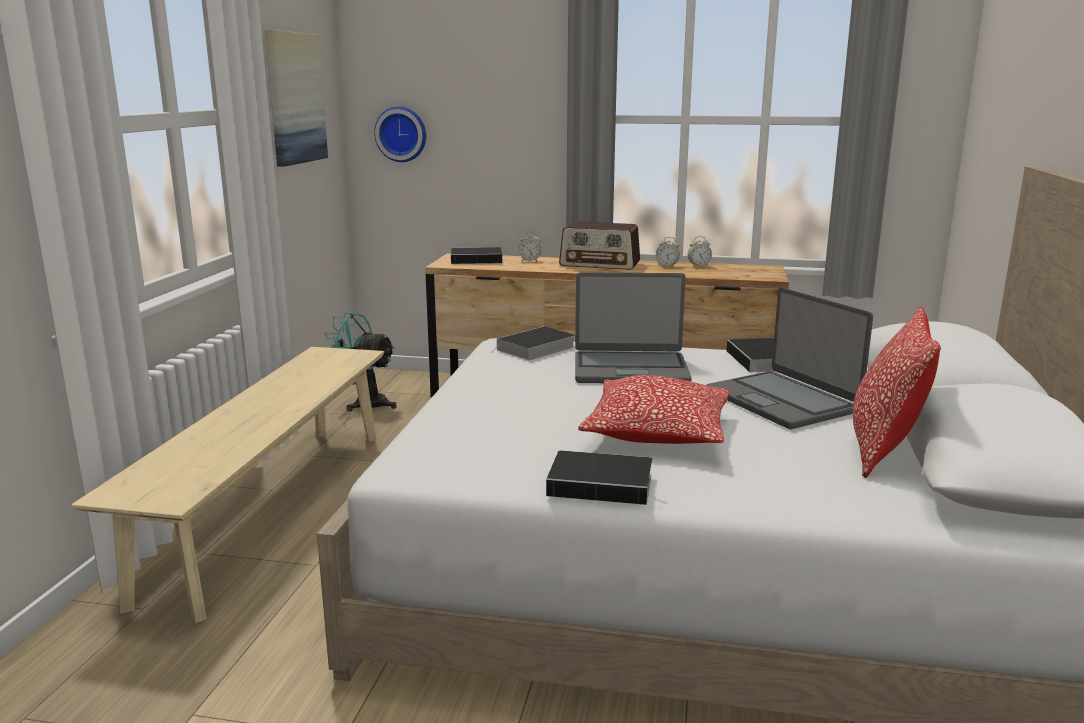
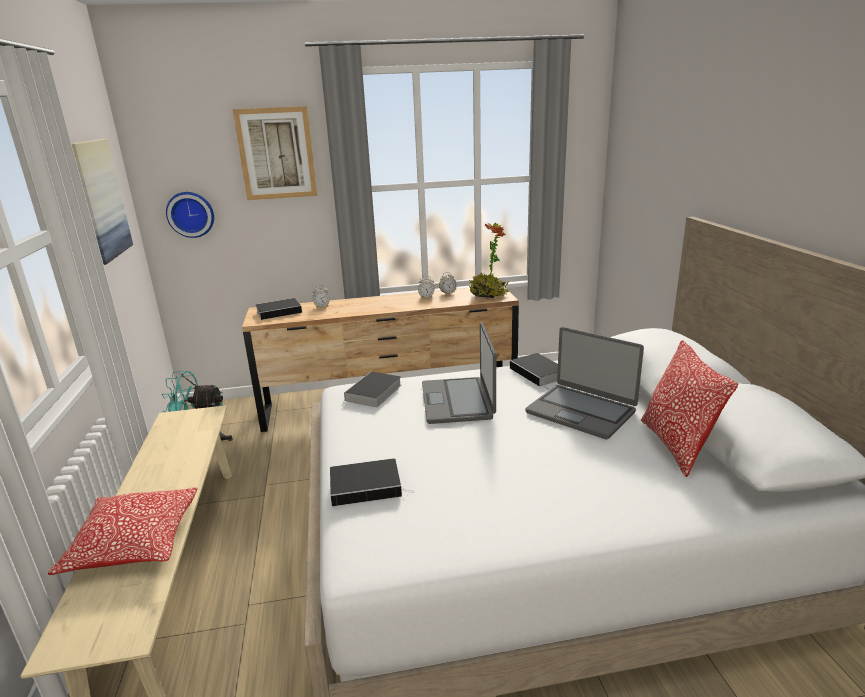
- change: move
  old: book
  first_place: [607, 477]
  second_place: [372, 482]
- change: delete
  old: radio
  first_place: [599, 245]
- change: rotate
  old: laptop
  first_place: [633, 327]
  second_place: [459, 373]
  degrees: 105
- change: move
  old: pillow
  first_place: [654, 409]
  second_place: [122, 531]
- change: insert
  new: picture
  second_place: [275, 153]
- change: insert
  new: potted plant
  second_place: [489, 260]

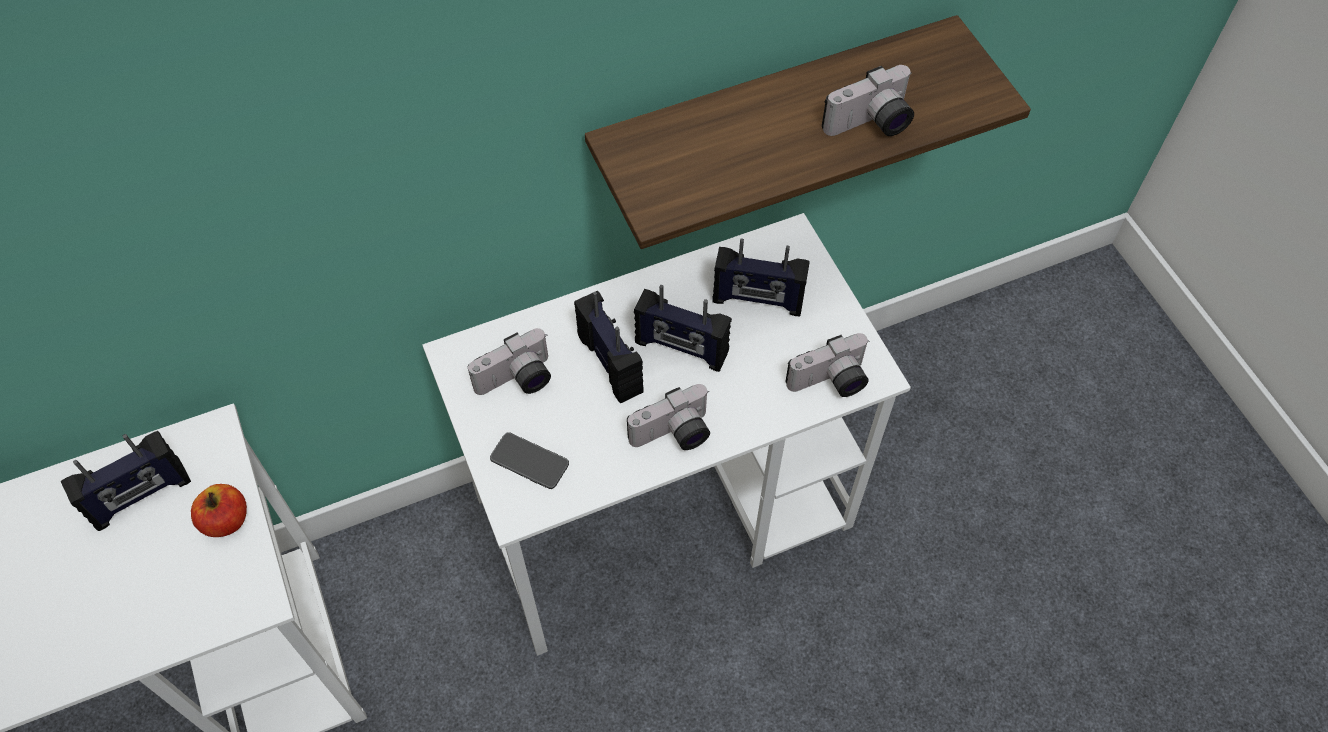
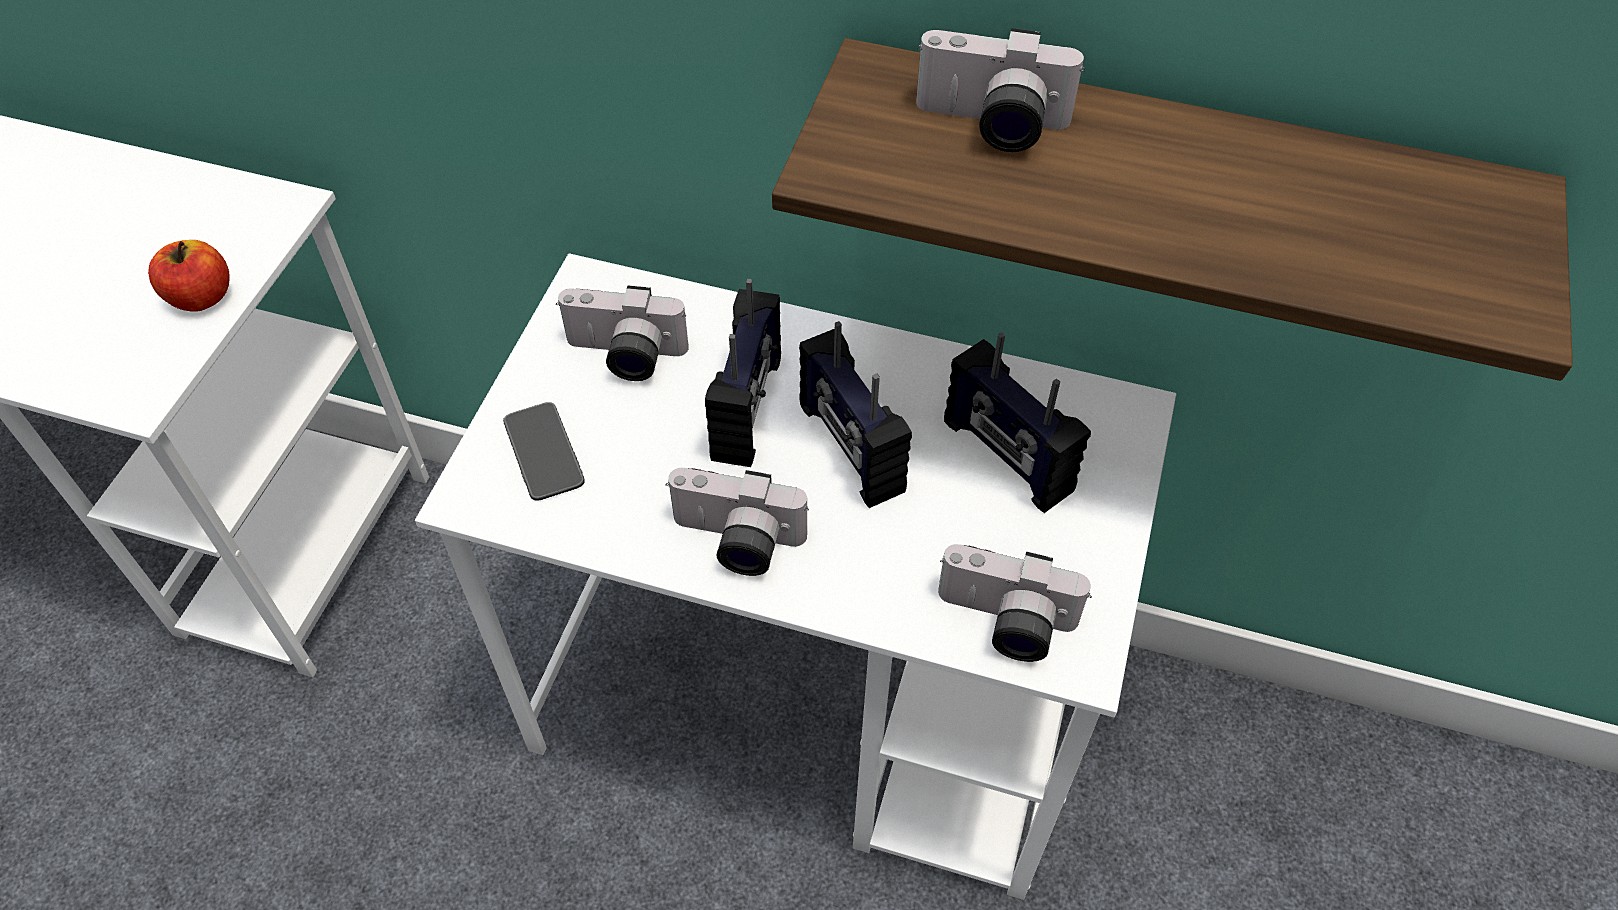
- change: delete
  old: radio
  first_place: [126, 481]
- change: move
  old: photo camera
  first_place: [868, 100]
  second_place: [1000, 90]

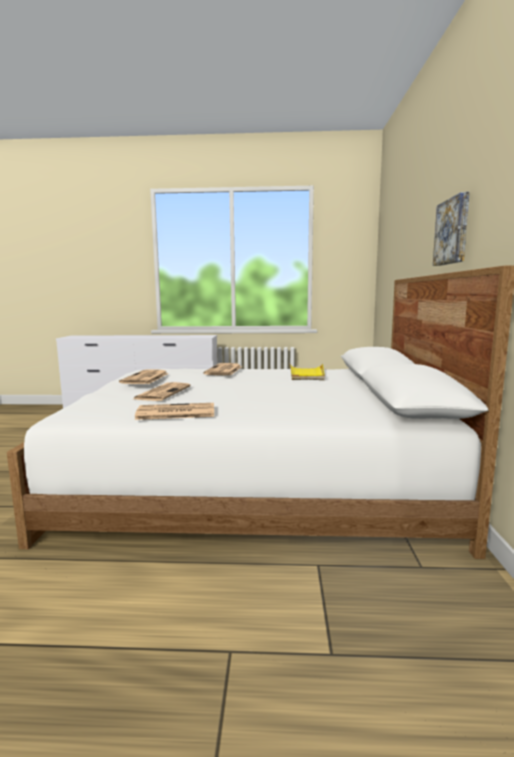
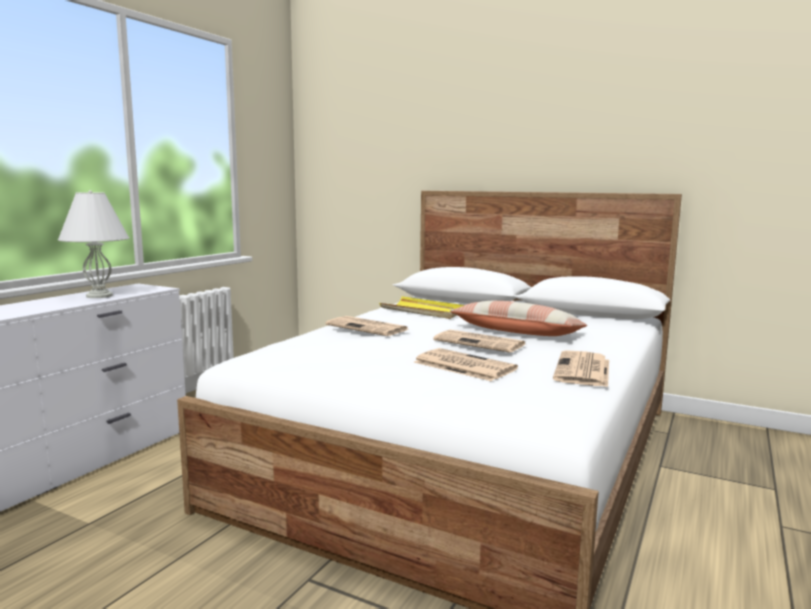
- change: move
  old: newspaper
  first_place: [144, 376]
  second_place: [479, 341]
- change: delete
  old: picture
  first_place: [451, 229]
- change: insert
  new: white table lamp
  second_place: [94, 244]
- change: insert
  new: pillow
  second_place: [518, 318]

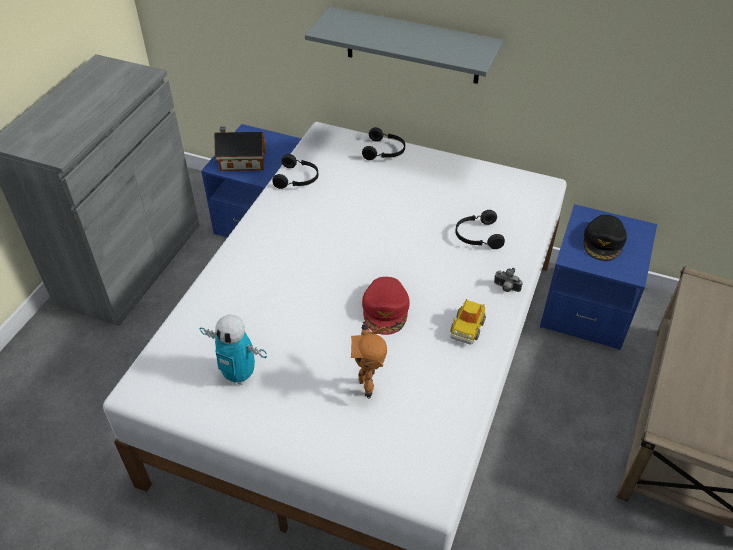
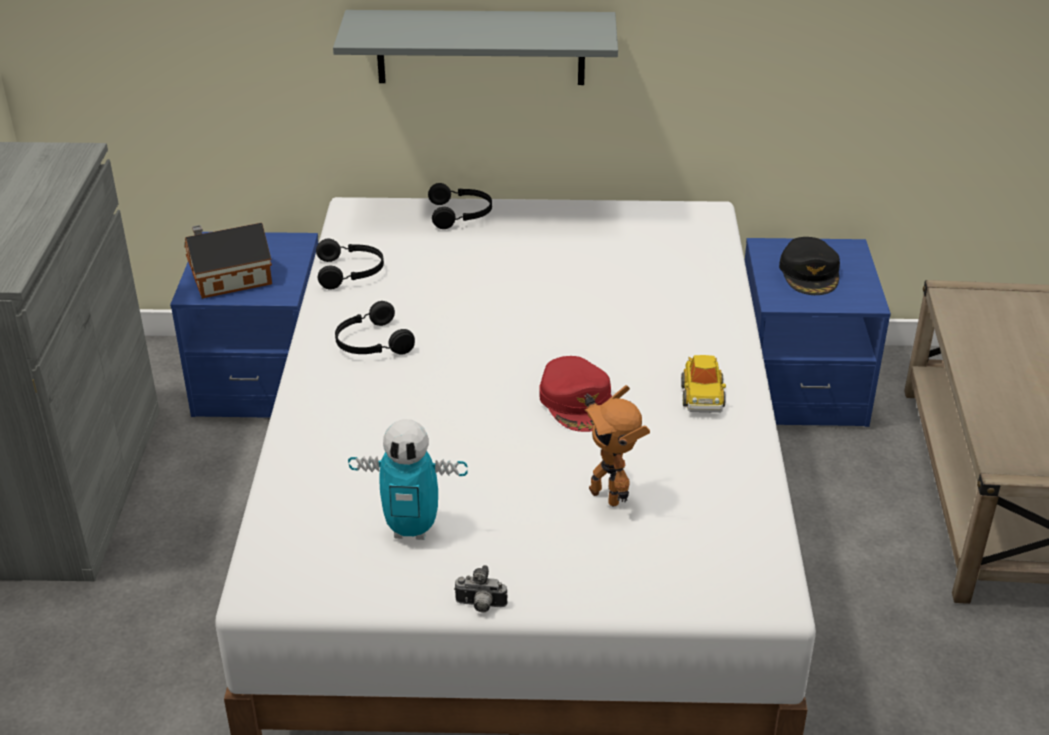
- change: move
  old: black headphones
  first_place: [480, 229]
  second_place: [375, 328]
- change: move
  old: photo camera
  first_place: [508, 280]
  second_place: [480, 589]

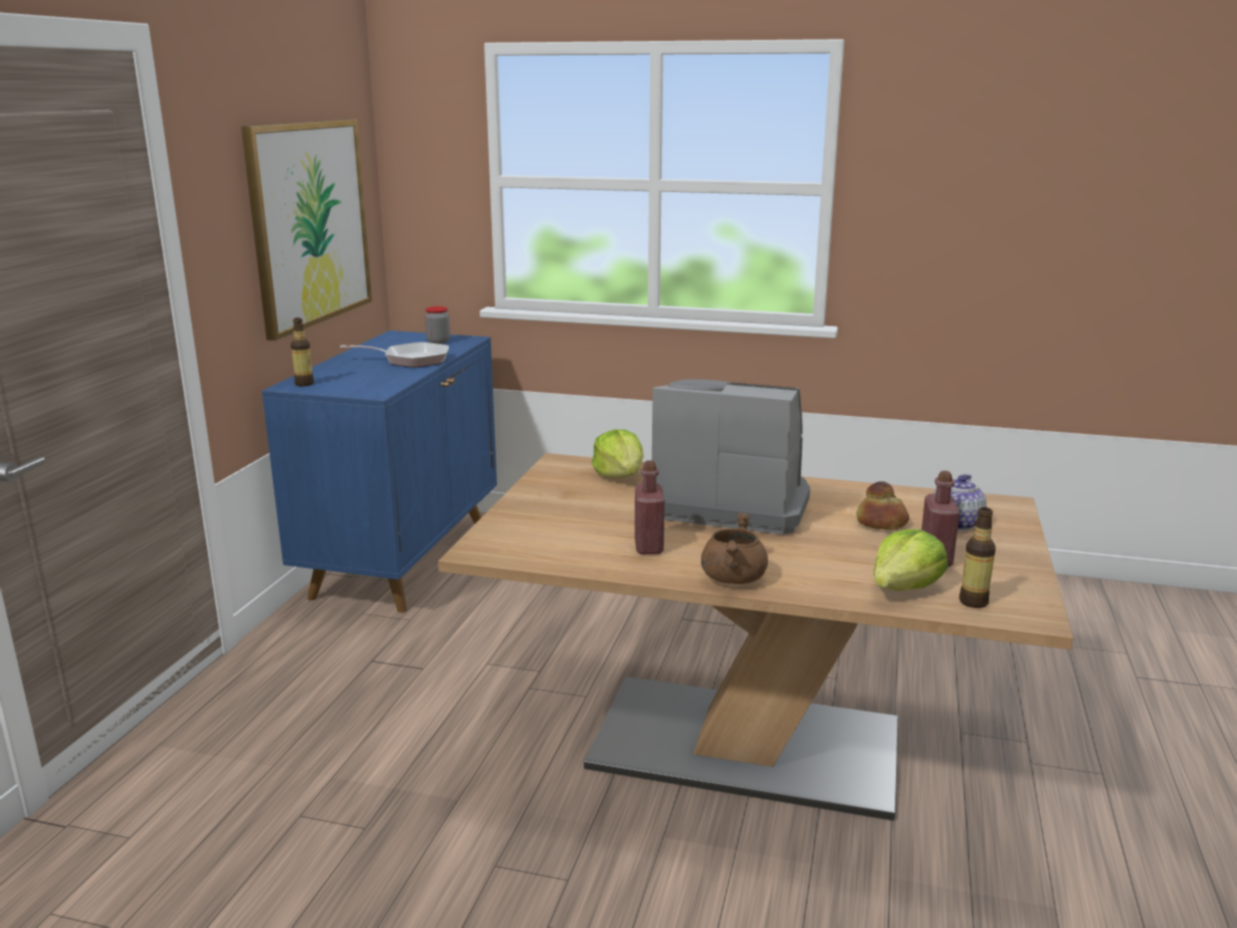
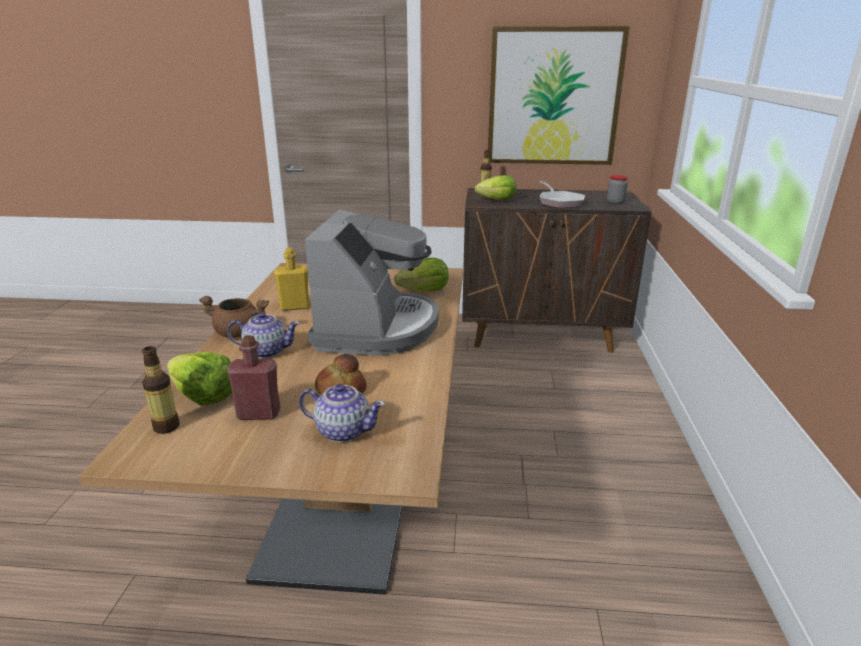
- change: recolor
  old: blue cabinet
  new: brown cabinet
  first_place: [379, 472]
  second_place: [557, 270]
- change: recolor
  old: red bottle
  new: yellow bottle
  first_place: [650, 507]
  second_place: [292, 279]
- change: insert
  new: teapot
  second_place: [263, 335]
- change: insert
  new: lettuce
  second_place: [495, 187]

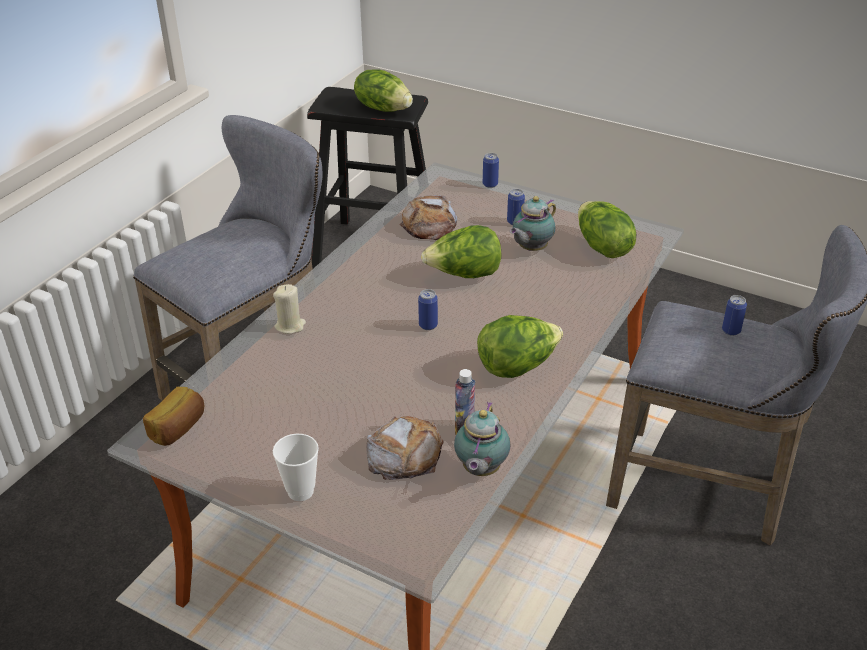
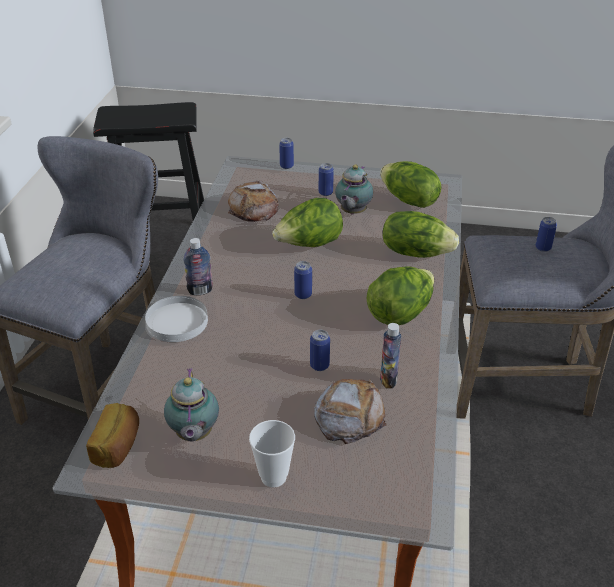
- change: replace
  old: beige candle
  new: white plate
  first_place: [289, 309]
  second_place: [176, 319]
- change: move
  old: lettuce
  first_place: [383, 91]
  second_place: [420, 234]
- change: move
  old: teapot
  first_place: [482, 439]
  second_place: [191, 405]
- change: insert
  new: bottle
  second_place: [198, 266]
- change: insert
  new: can
  second_place: [320, 350]

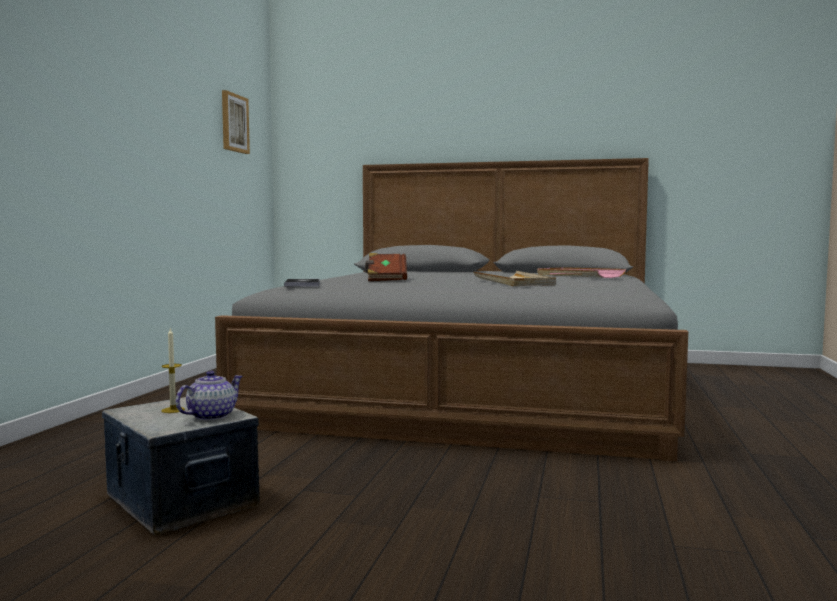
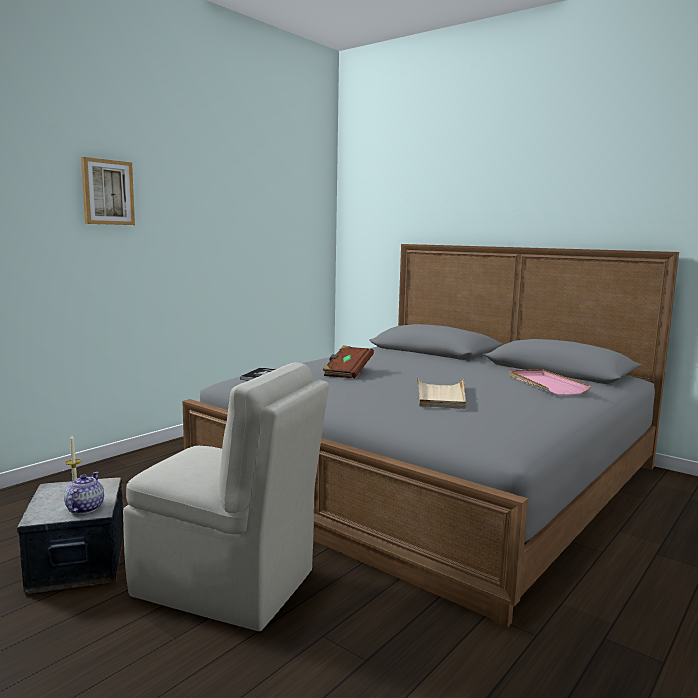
- change: rotate
  old: teapot
  first_place: [209, 396]
  second_place: [84, 493]
  degrees: -60
- change: move
  old: picture
  first_place: [236, 122]
  second_place: [108, 191]
- change: insert
  new: beige chair
  second_place: [226, 496]

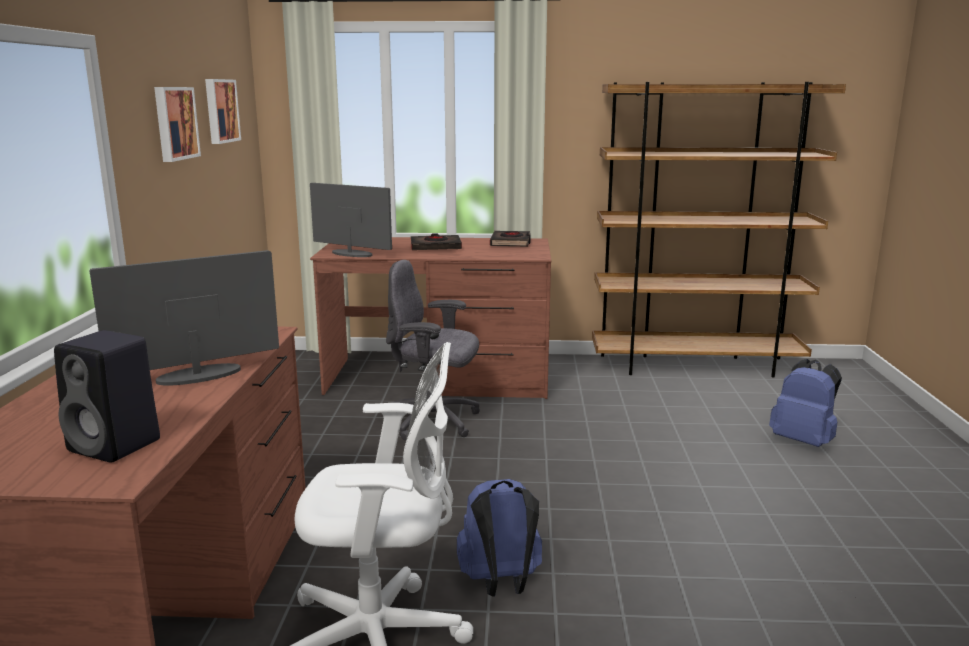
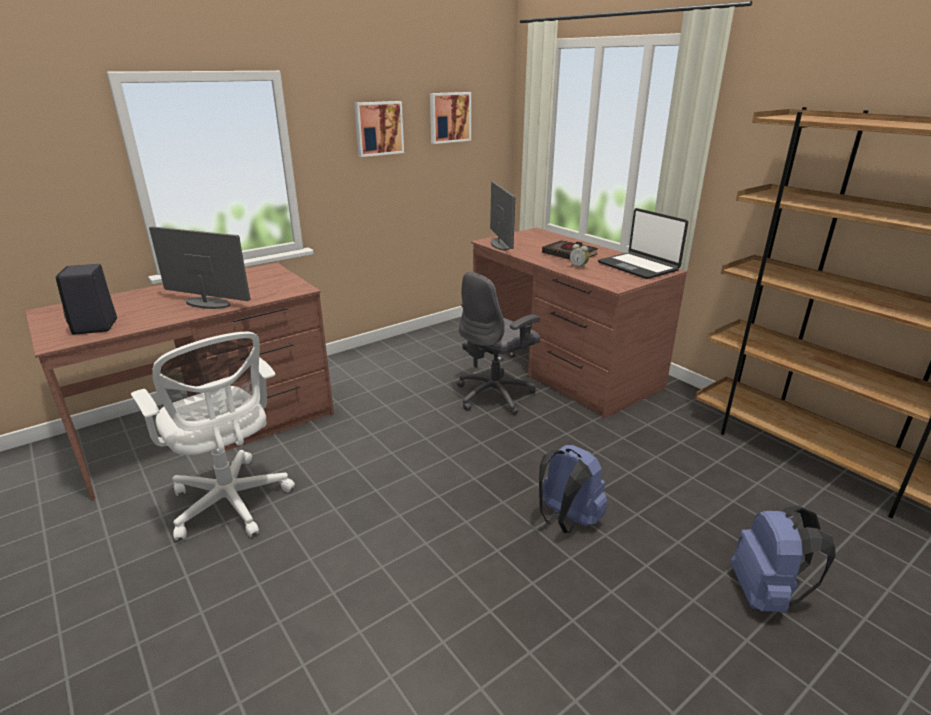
- change: rotate
  old: grey office chair
  first_place: [433, 350]
  second_place: [498, 344]
  degrees: -105
- change: move
  old: blue backpack
  first_place: [499, 538]
  second_place: [573, 489]
- change: replace
  old: black book
  new: laptop
  first_place: [510, 239]
  second_place: [643, 243]
- change: insert
  new: alarm clock
  second_place: [579, 256]

